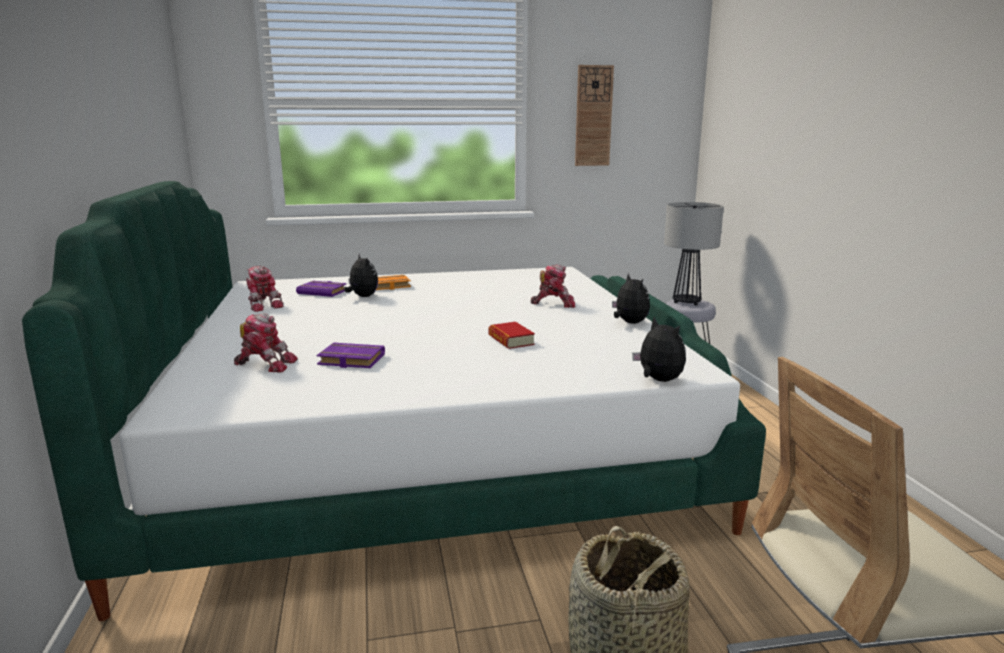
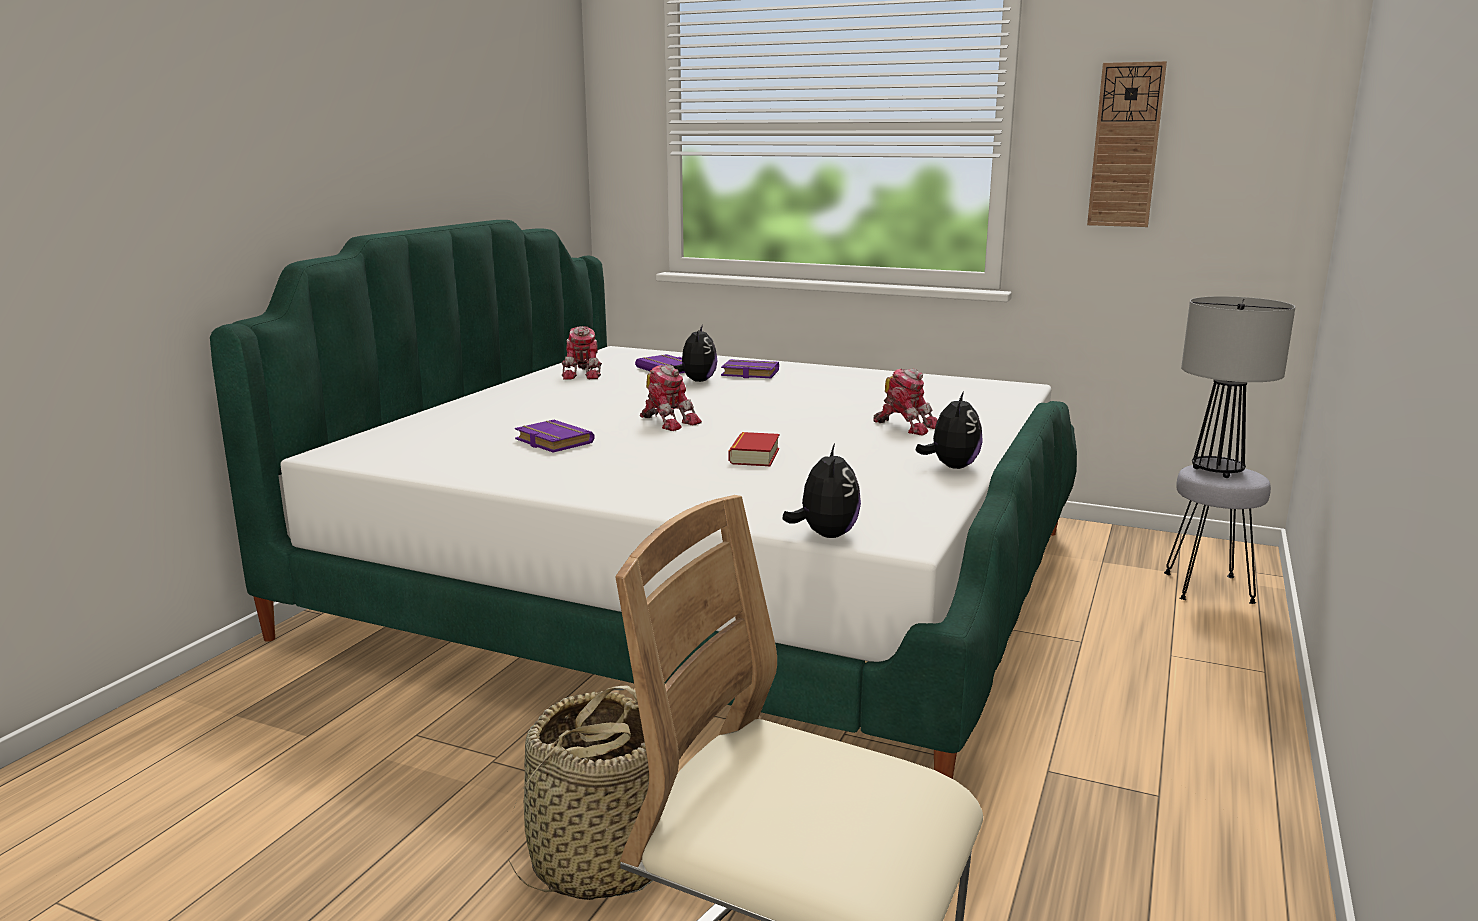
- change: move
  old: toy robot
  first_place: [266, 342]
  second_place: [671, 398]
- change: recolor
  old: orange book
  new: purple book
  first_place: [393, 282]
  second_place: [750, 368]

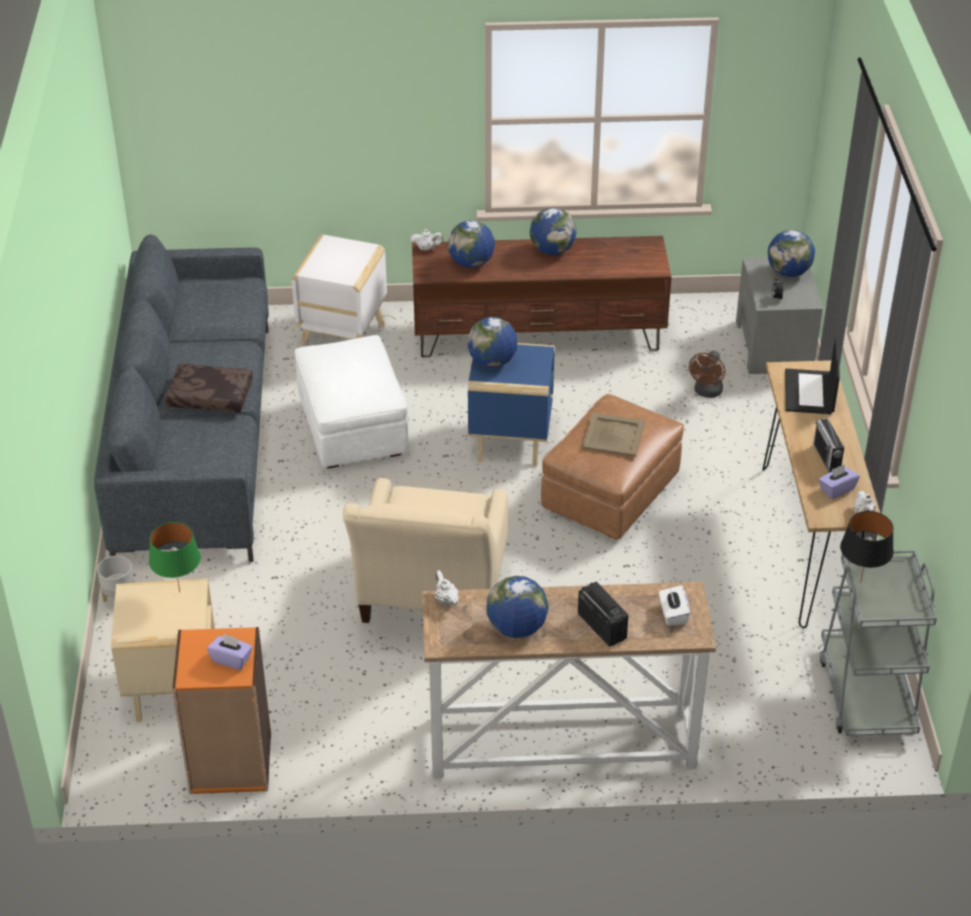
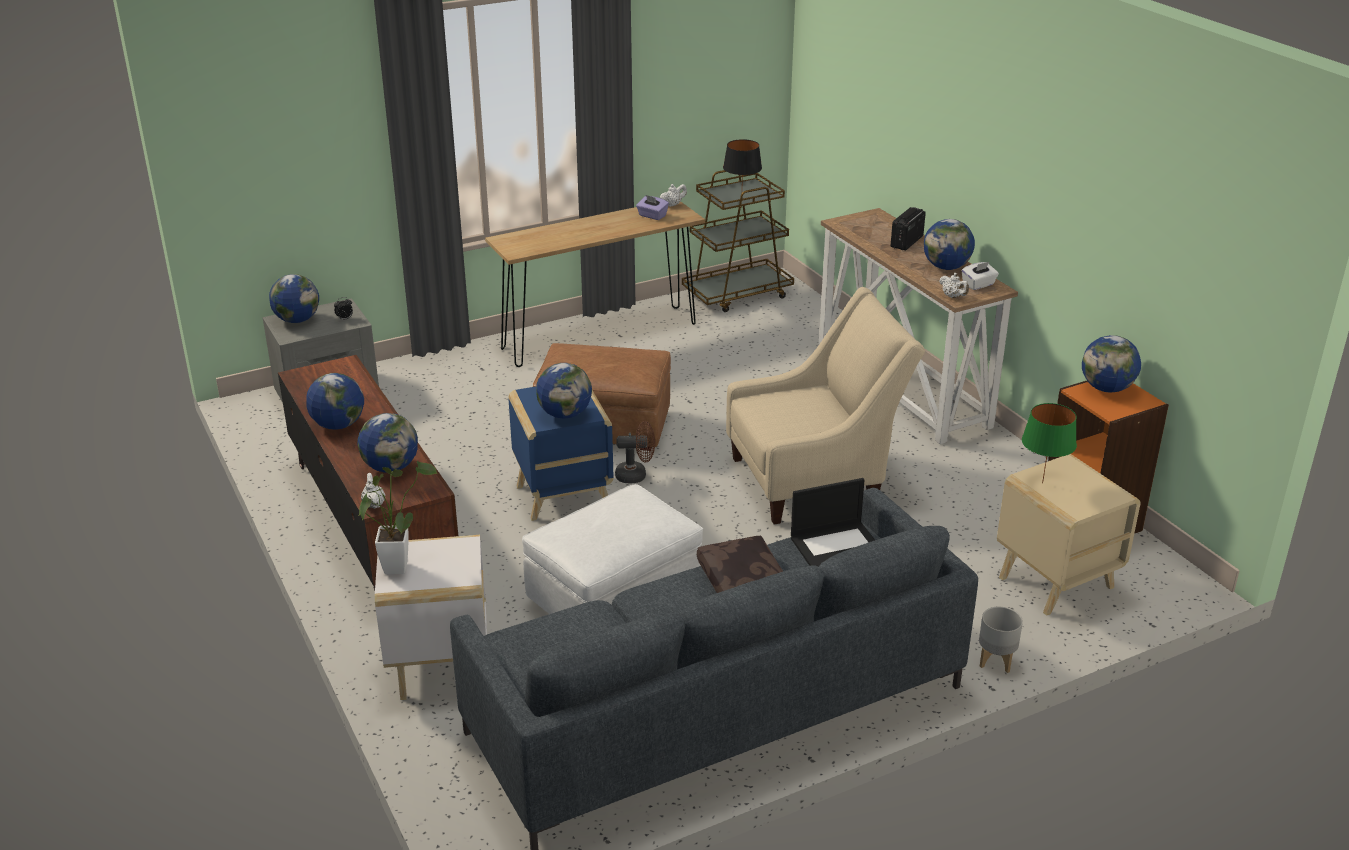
- change: replace
  old: purple tissue box
  new: globe
  first_place: [230, 652]
  second_place: [1111, 364]
- change: rotate
  old: white teapot
  first_place: [447, 588]
  second_place: [954, 285]
  degrees: -75
- change: delete
  old: beige tray
  first_place: [613, 434]
- change: move
  old: white tissue box
  first_place: [674, 605]
  second_place: [980, 276]
- change: move
  old: brown fan
  first_place: [707, 374]
  second_place: [635, 452]
- change: move
  old: laptop
  first_place: [812, 375]
  second_place: [833, 522]
- change: delete
  old: radio
  first_place: [829, 442]
- change: recolor
  old: grey cart
  new: brown cart
  first_place: [878, 643]
  second_place: [738, 241]
- change: insert
  new: potted plant
  second_place: [398, 517]

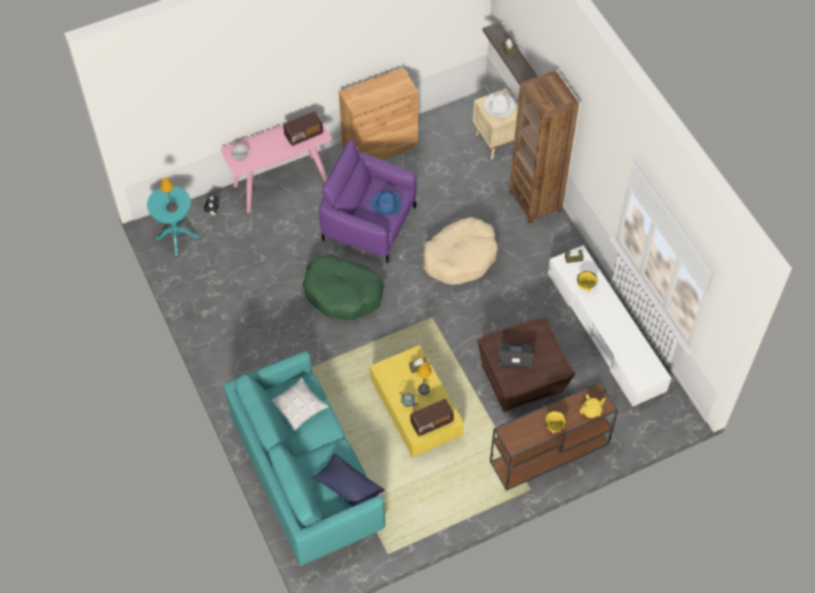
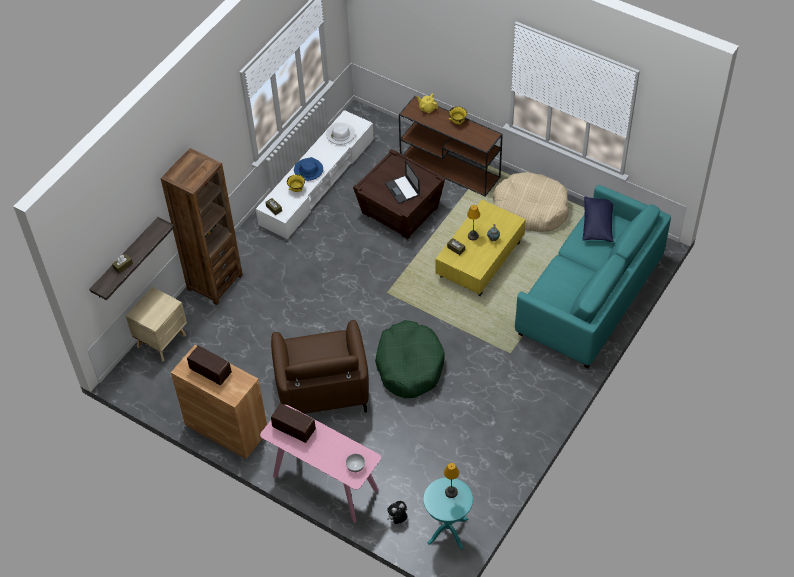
- change: delete
  old: pillow
  first_place: [300, 404]
- change: recolor
  old: purple armchair
  new: brown armchair
  first_place: [368, 201]
  second_place: [320, 367]
- change: move
  old: blue hat
  first_place: [386, 203]
  second_place: [308, 169]
- change: move
  old: radio
  first_place: [432, 417]
  second_place: [209, 365]
- change: move
  old: beige dog bed
  first_place: [460, 251]
  second_place: [531, 202]
- change: move
  old: white hat
  first_place: [500, 105]
  second_place: [340, 134]

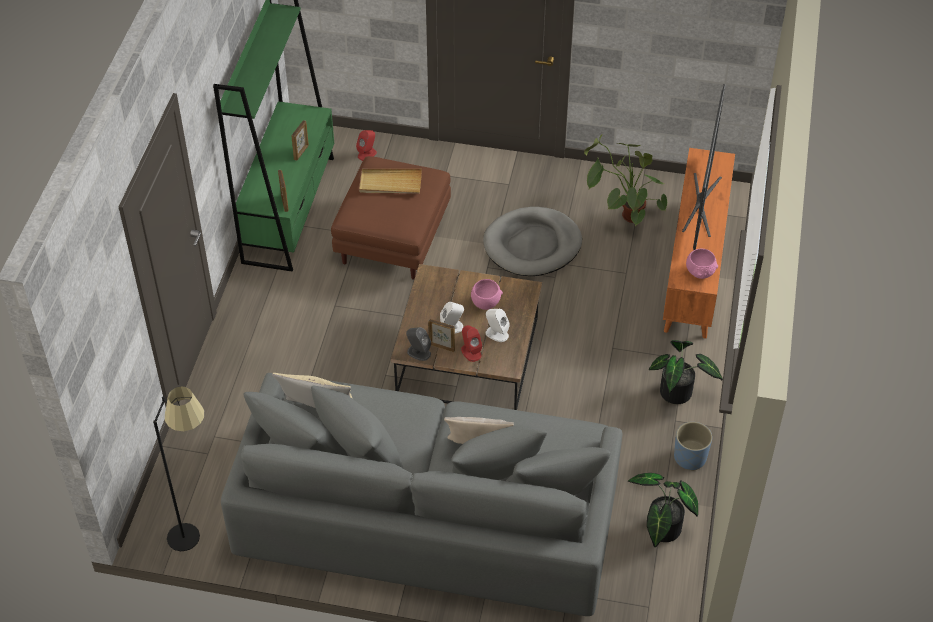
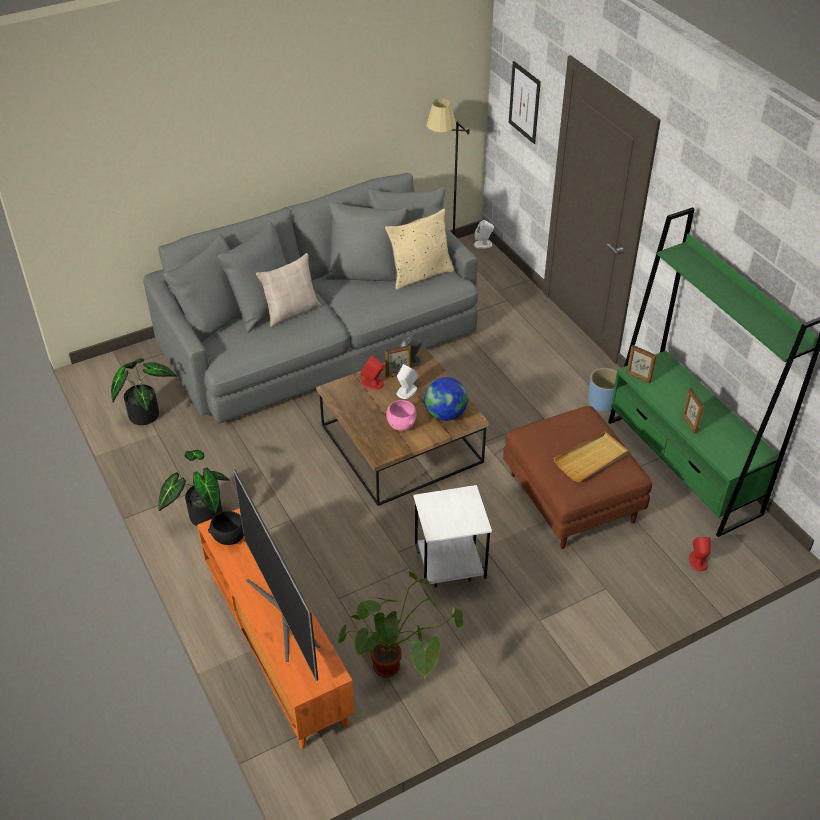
- change: replace
  old: grey dog bed
  new: white side table
  first_place: [532, 241]
  second_place: [452, 536]
- change: move
  old: white speaker
  first_place: [498, 325]
  second_place: [484, 234]
- change: move
  old: blue planter
  first_place: [693, 446]
  second_place: [602, 390]
- change: recolor
  old: pink bowl
  new: black bowl
  first_place: [702, 264]
  second_place: [226, 528]
- change: insert
  new: globe
  second_place: [446, 399]
- change: insert
  new: picture
  second_place: [525, 102]

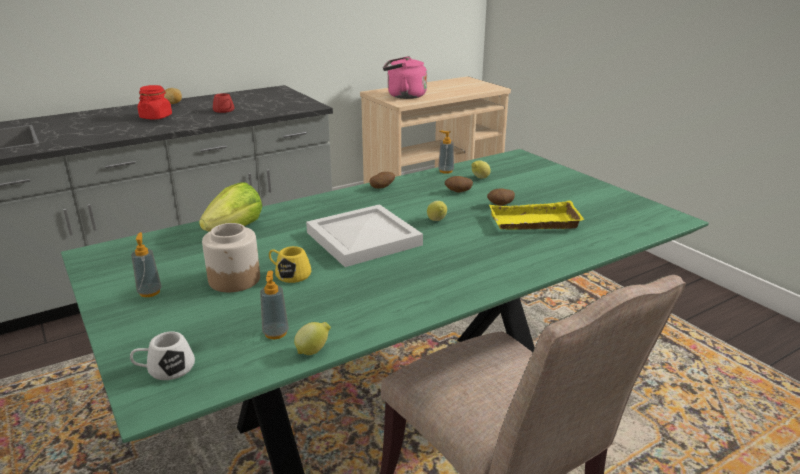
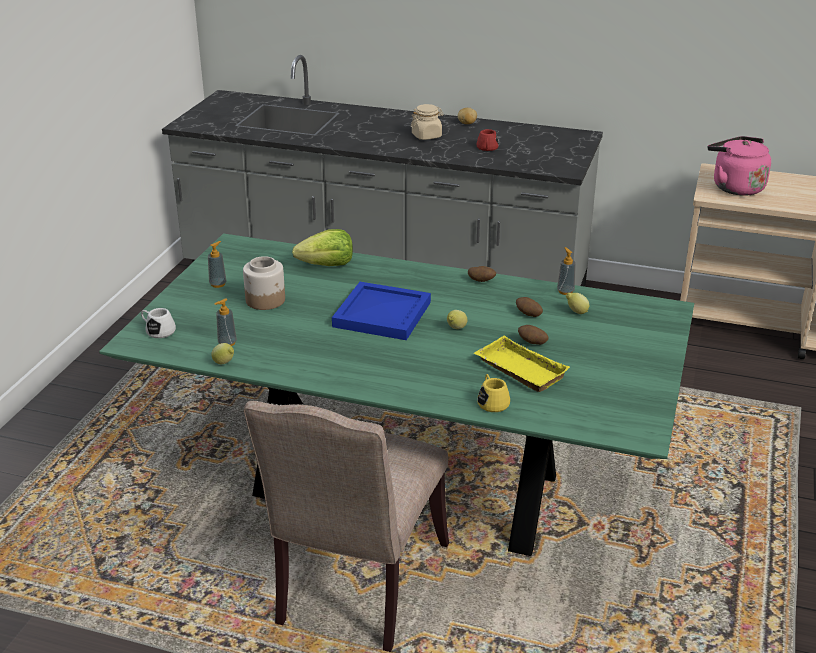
- change: recolor
  old: red jar
  new: beige jar
  first_place: [155, 102]
  second_place: [427, 122]
- change: move
  old: yellow mug
  first_place: [290, 264]
  second_place: [493, 393]
- change: recolor
  old: white tray
  new: blue tray
  first_place: [364, 235]
  second_place: [381, 311]

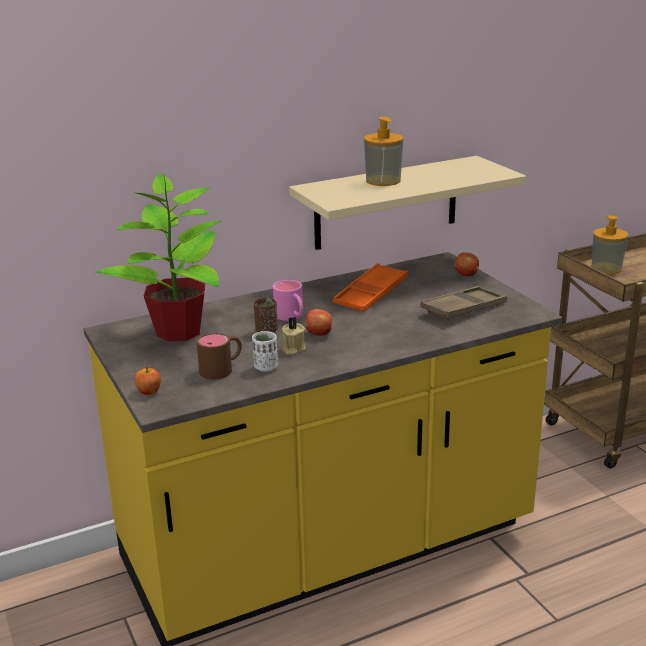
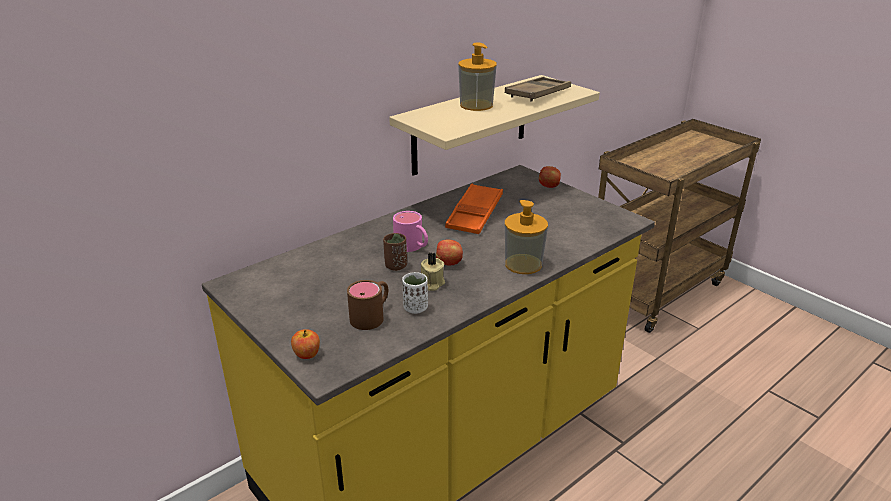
- change: delete
  old: potted plant
  first_place: [159, 257]
- change: move
  old: brown tray
  first_place: [464, 303]
  second_place: [538, 89]
- change: move
  old: soap dispenser
  first_place: [610, 244]
  second_place: [526, 237]

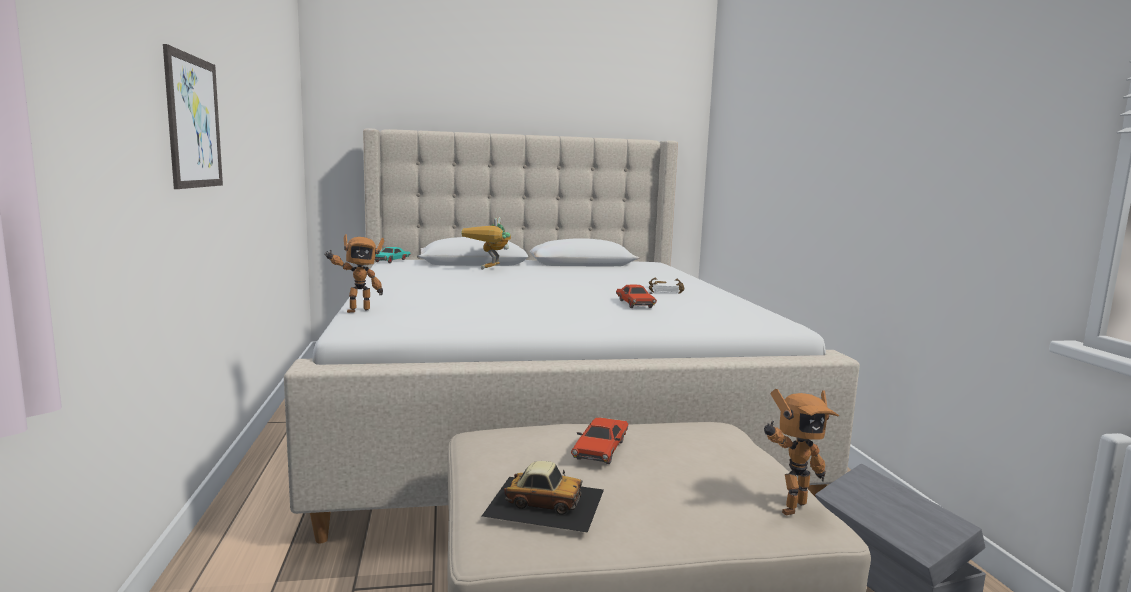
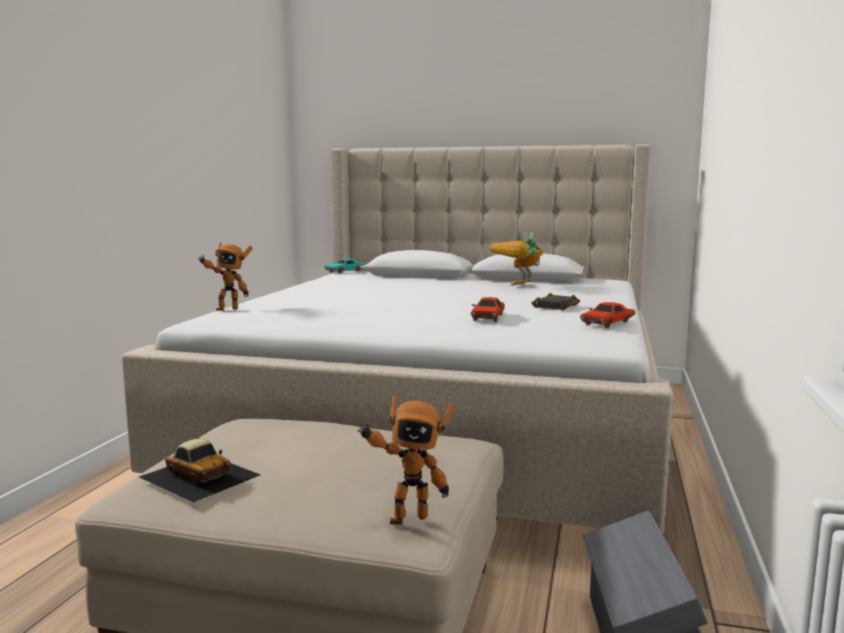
- change: delete
  old: picture
  first_place: [193, 116]
- change: move
  old: toy robot
  first_place: [486, 243]
  second_place: [516, 259]
- change: move
  old: red toy car
  first_place: [599, 440]
  second_place: [607, 315]
- change: recolor
  old: white book
  new: black book
  first_place: [667, 286]
  second_place: [556, 301]

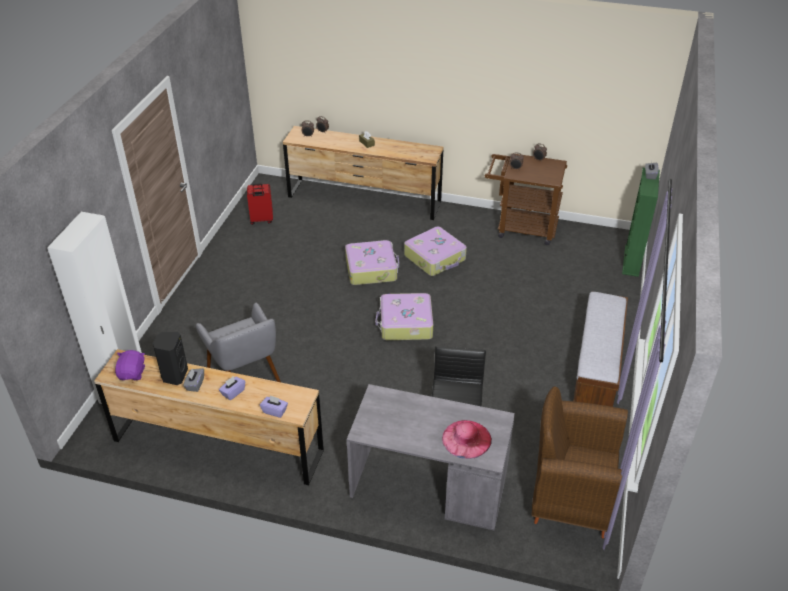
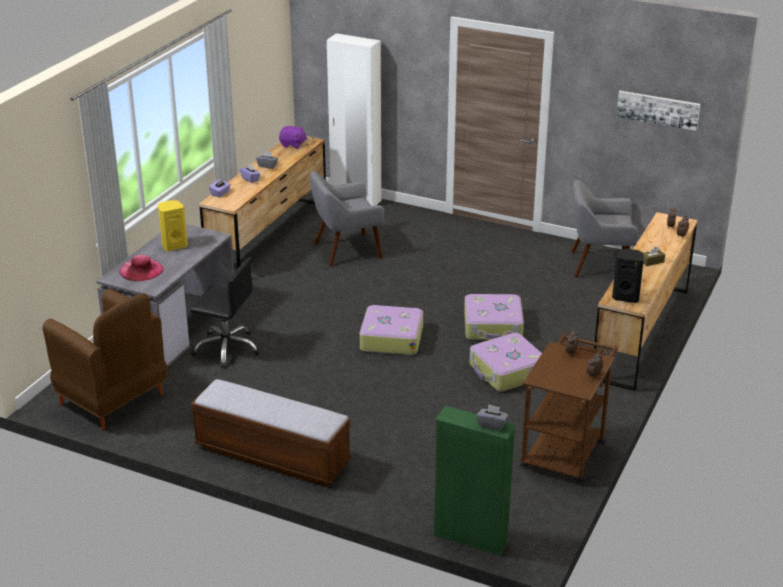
- change: move
  old: black speaker
  first_place: [170, 358]
  second_place: [628, 276]
- change: replace
  old: red suitcase
  new: grey armchair
  first_place: [260, 204]
  second_place: [604, 229]
- change: rotate
  old: brown armchair
  first_place: [580, 462]
  second_place: [105, 359]
  degrees: 105
- change: insert
  new: yellow speaker
  second_place: [173, 225]
- change: insert
  new: picture
  second_place: [658, 111]

